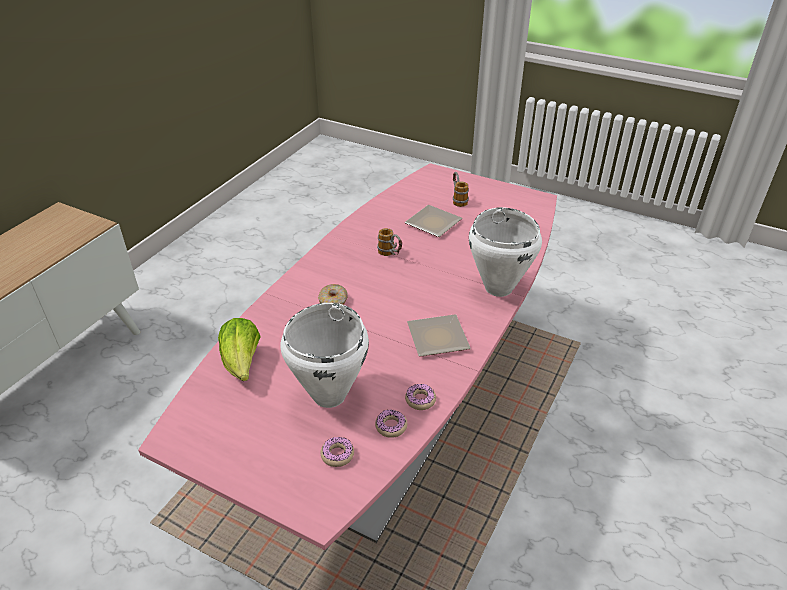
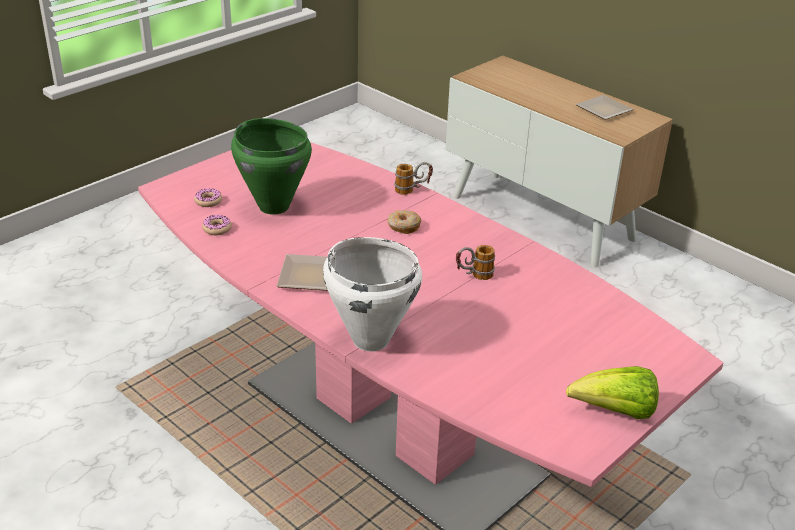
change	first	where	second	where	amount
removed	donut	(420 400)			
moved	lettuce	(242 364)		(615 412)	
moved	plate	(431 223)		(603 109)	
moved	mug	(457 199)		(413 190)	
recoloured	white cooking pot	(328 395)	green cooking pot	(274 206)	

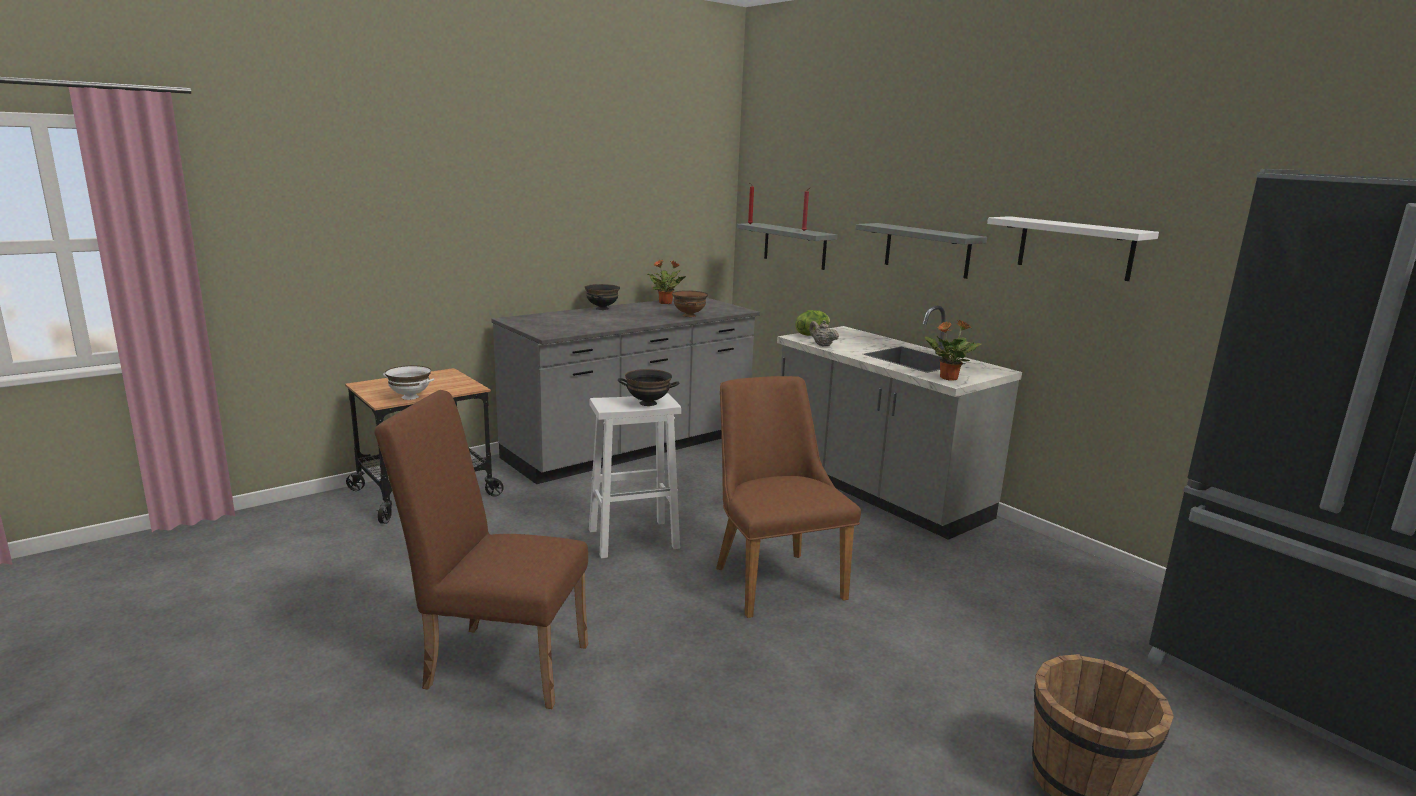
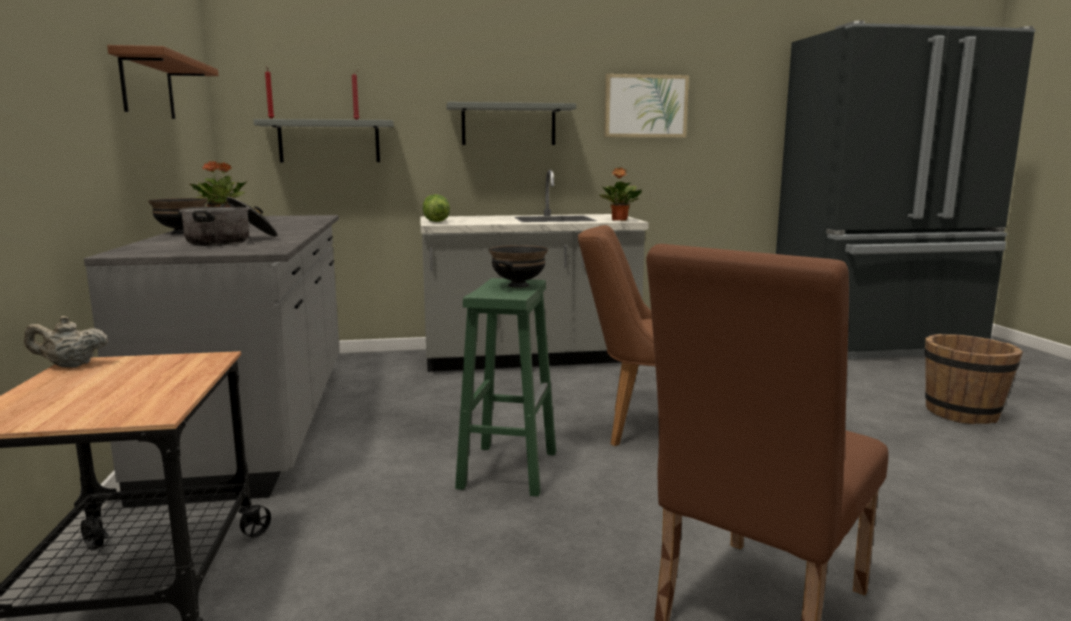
change	first	where	second	where	amount
removed	white bowl	(410 397)			
removed	brown bowl	(689 315)			
added			brown shelf	(147 87)	
added			cooking pot	(231 241)	
moved	beige teapot	(822 345)		(70 366)	
replaced	white shelf	(1075 248)	picture	(645 106)	
recoloured	white stool	(635 538)	green stool	(508 468)	

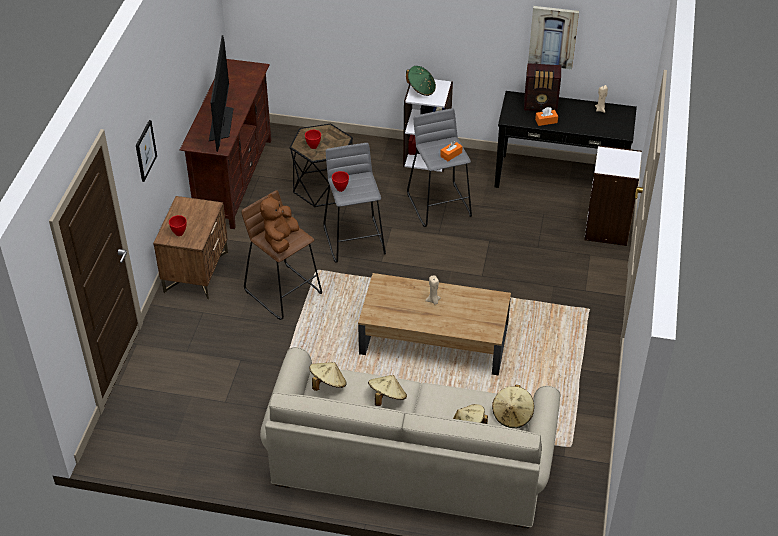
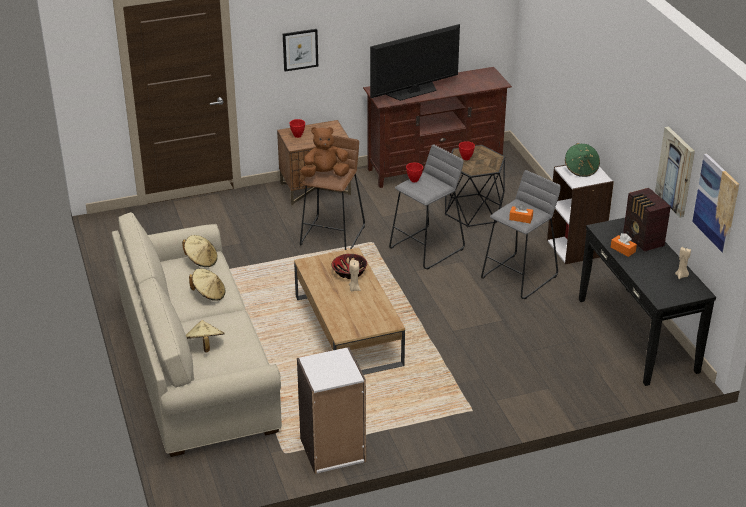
change	first	where	second	where	amount
removed	beige hat	(512 415)			
added			bowl	(349 273)	
added			picture	(716 203)	
moved	white bookcase	(608 228)		(333 451)	

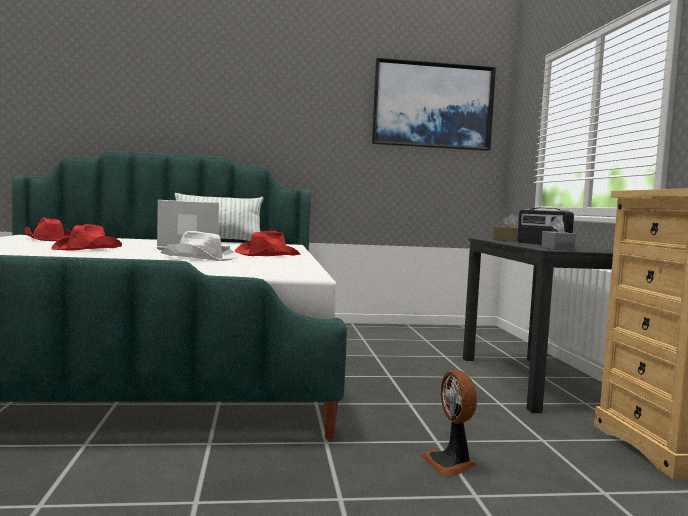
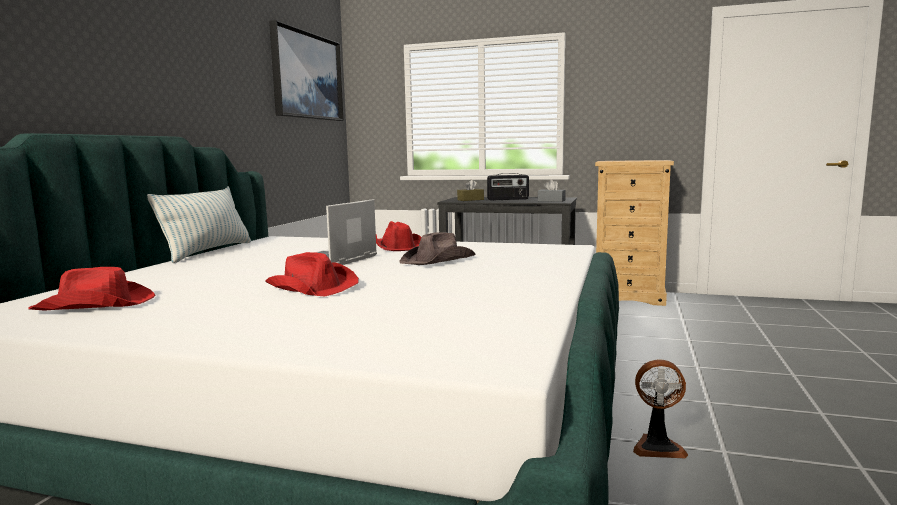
change	first	where	second	where	amount
moved	fan	(451 463)		(657 447)	
recoloured	white hat	(200 258)	brown hat	(439 260)	

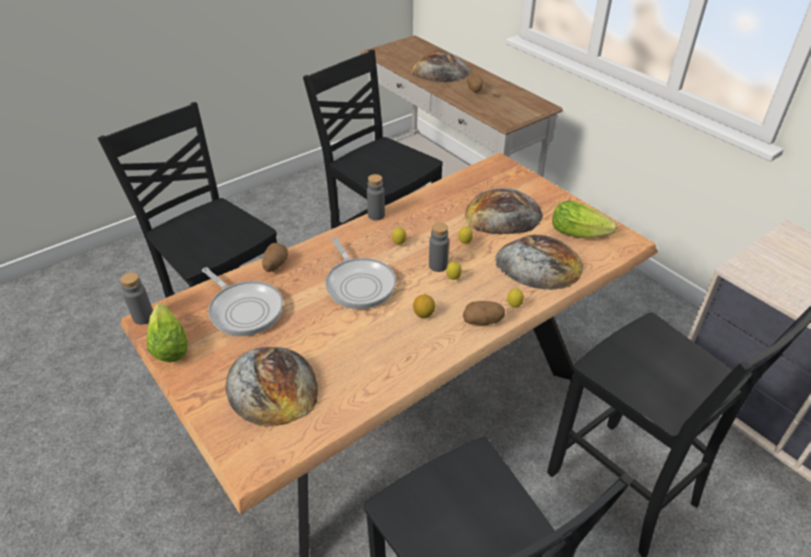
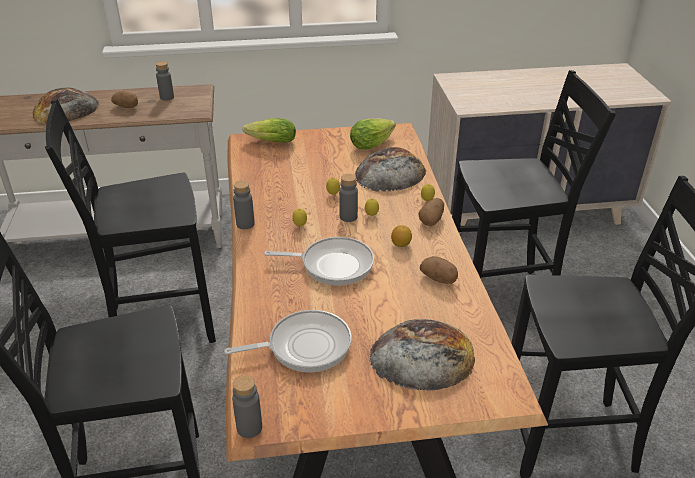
change	first	where	second	where	amount
removed	bread	(503 214)			
added			grey bottle	(167 97)	
moved	lettuce	(169 342)		(269 142)	
moved	potato	(275 265)		(439 279)	

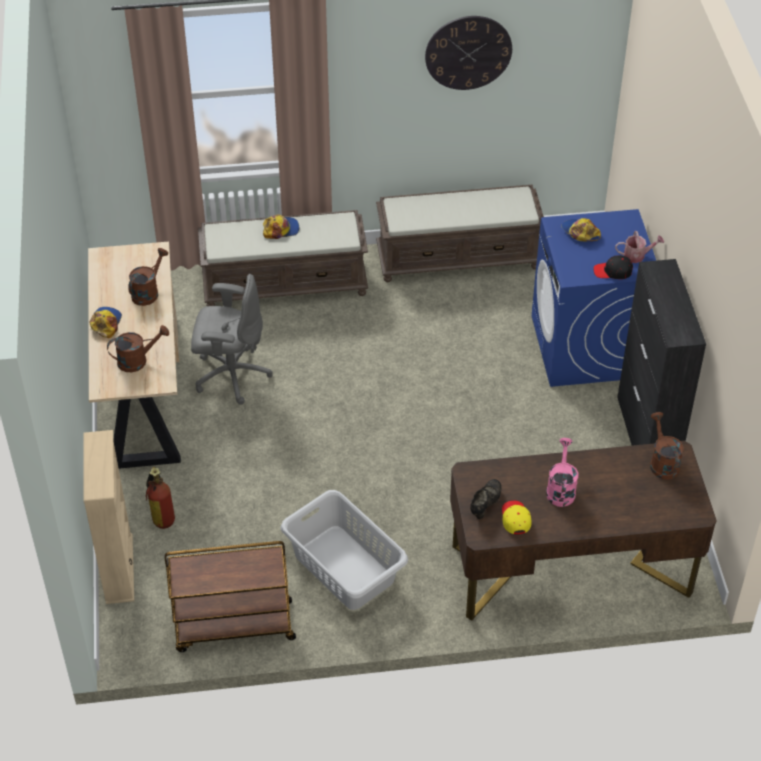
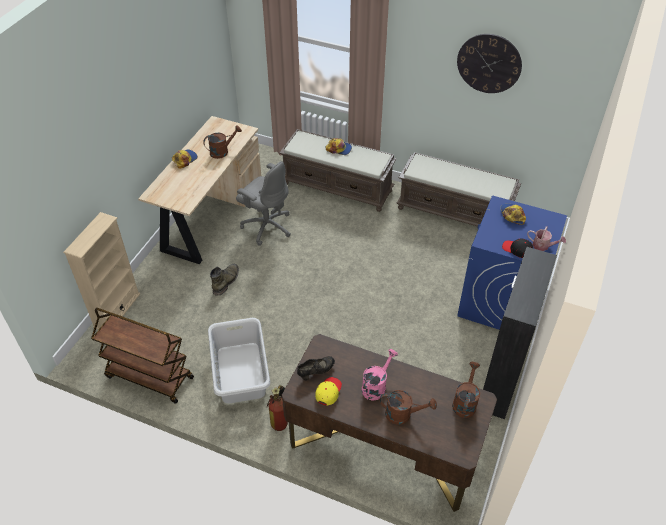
change	first	where	second	where	amount
added			green boot	(226 281)	
moved	brown watering can	(138 360)		(403 414)	
moved	fire extinguisher	(161 514)		(281 418)	

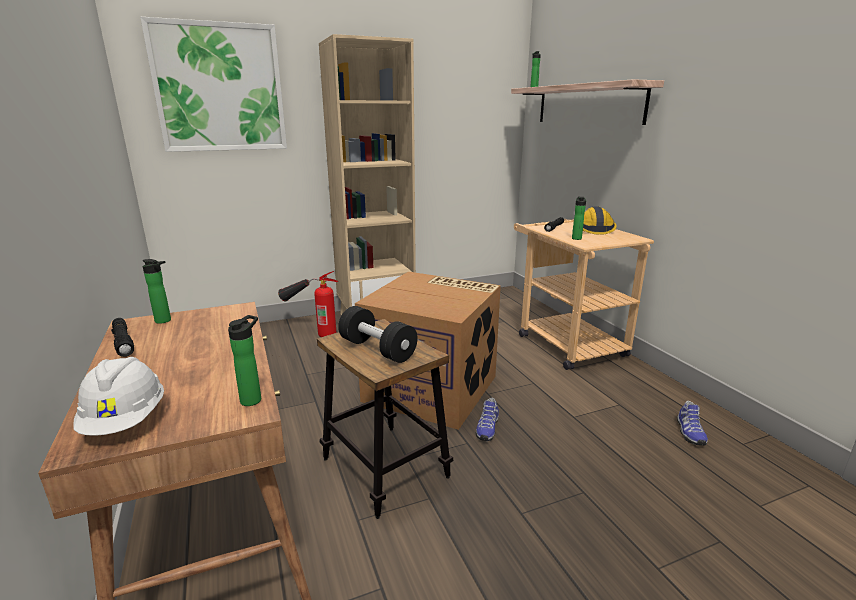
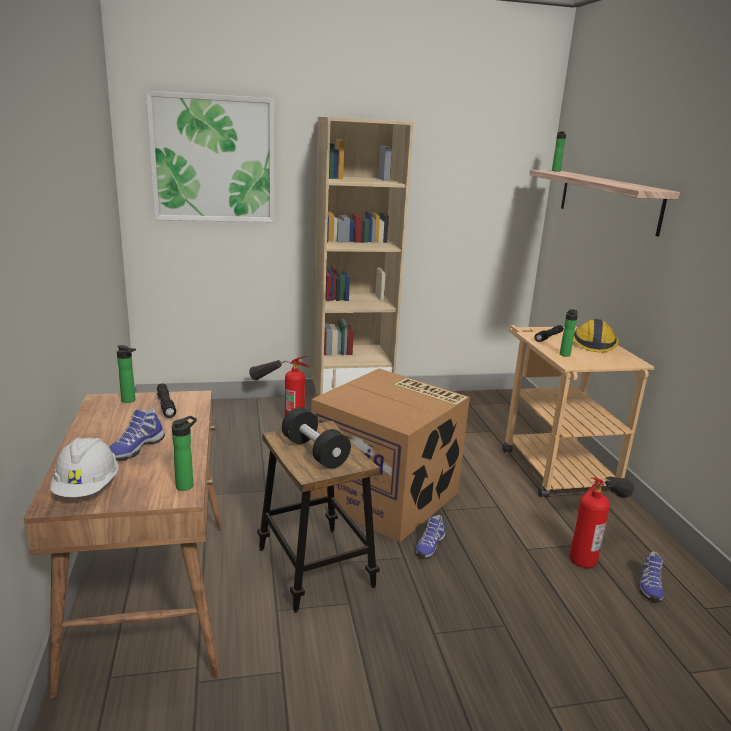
change	first	where	second	where	amount
added			shoe	(135 448)	
added			fire extinguisher	(594 549)	
moved	black flashlight	(123 342)		(166 405)	

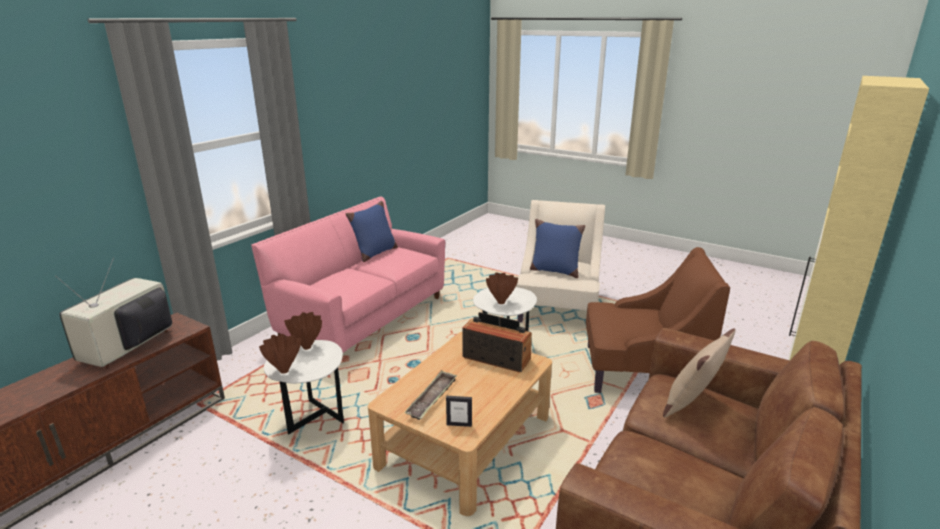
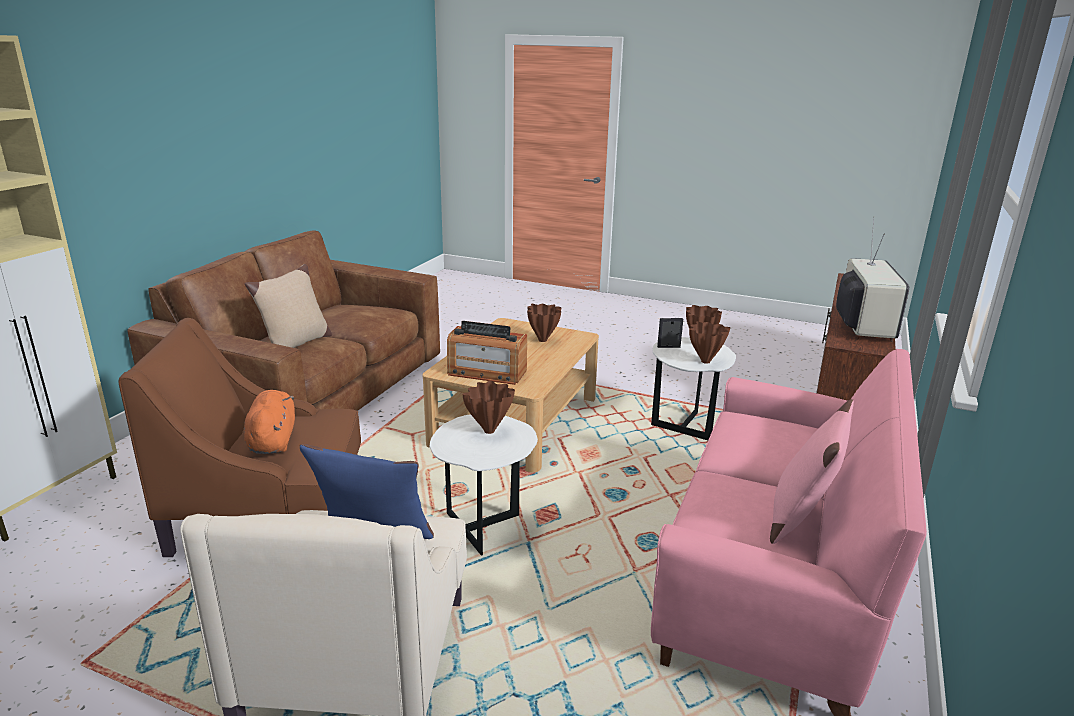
change	first	where	second	where	amount
added			orange plush toy	(273 440)	
moved	picture frame	(459 424)		(668 347)	
replaced	tray	(432 398)	brown vase	(543 340)	
recoloured	blue pillow	(374 253)	pink pillow	(801 517)	

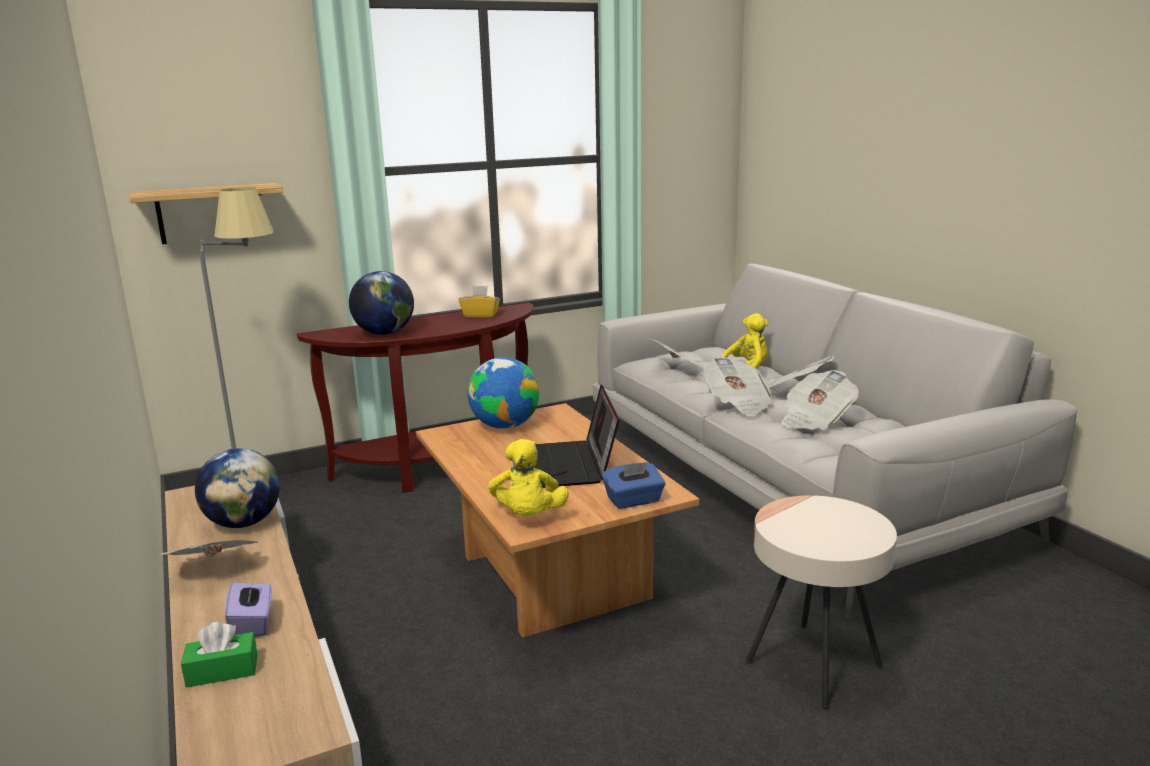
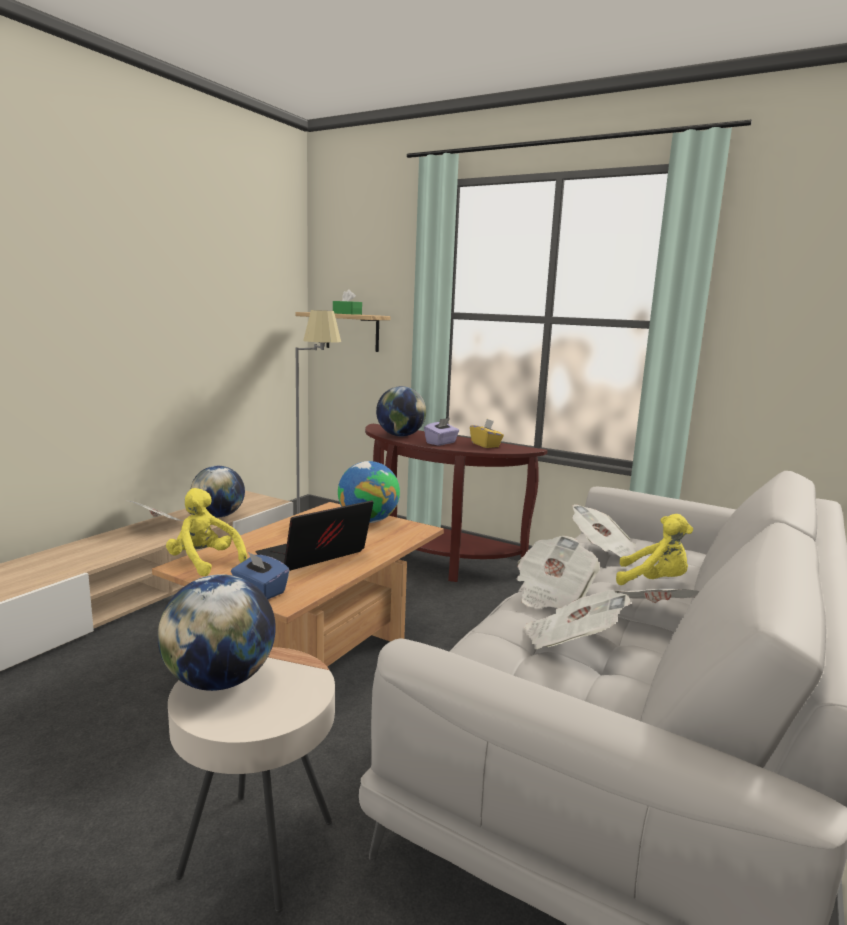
change	first	where	second	where	amount
added			globe	(220 680)	
moved	green tissue box	(222 671)		(347 314)	
moved	purple tissue box	(253 624)		(441 443)	
turned	yellow plush toy	(528 516)		(204 562)	75 degrees clockwise

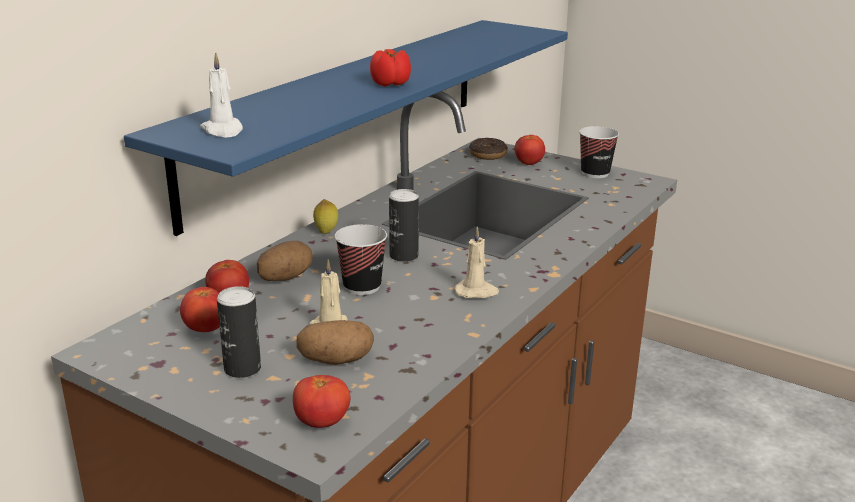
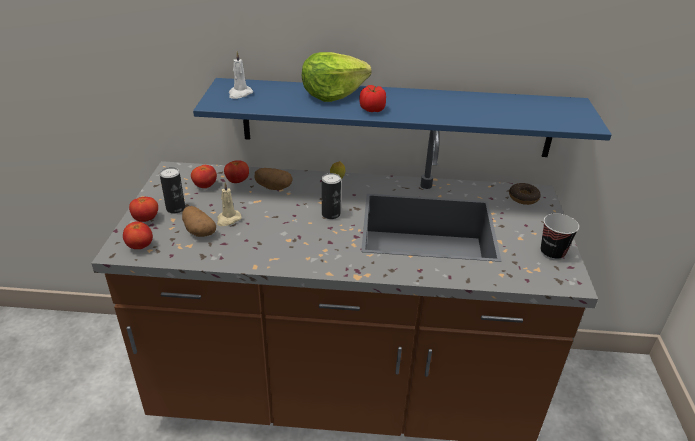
change	first	where	second	where	amount
removed	cup	(362 286)			
removed	beige candle	(476 292)			
added			lettuce	(333 94)	
moved	tomato	(528 163)		(146 219)	

